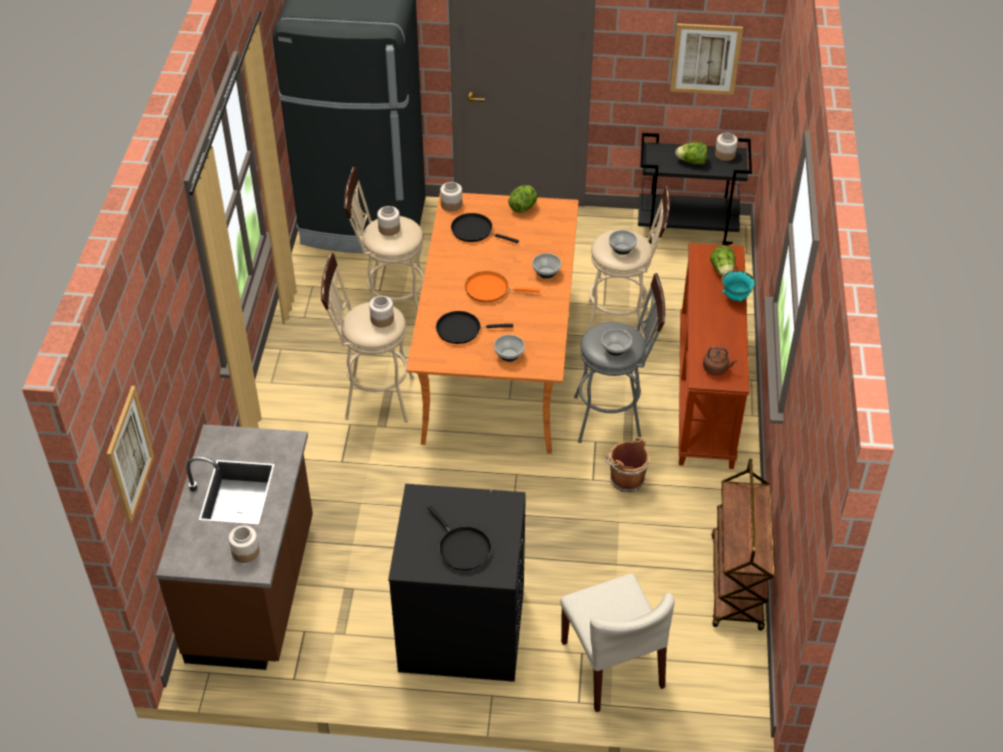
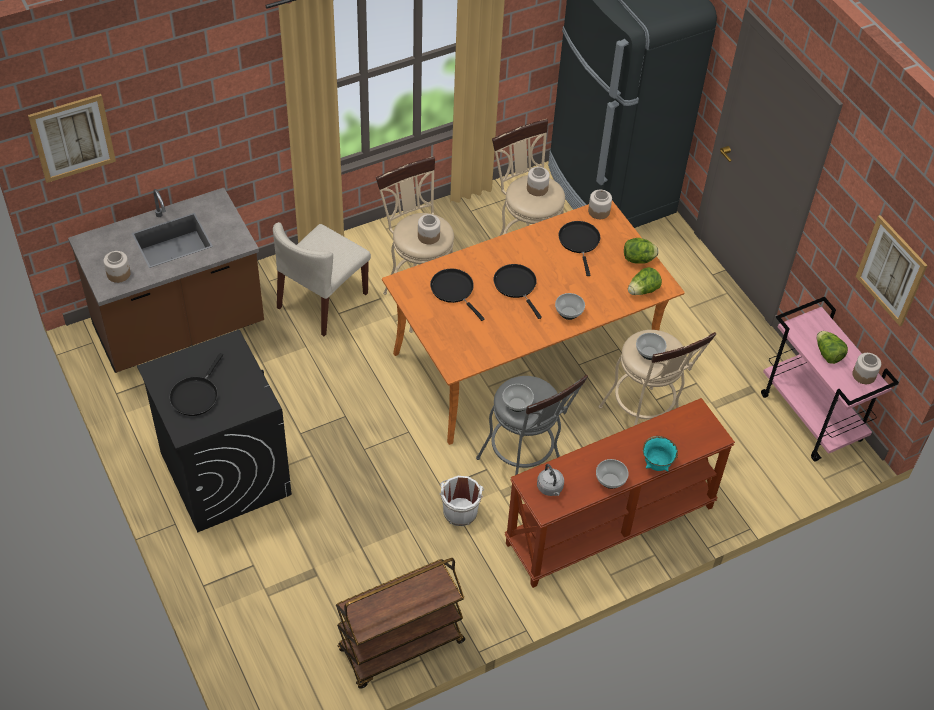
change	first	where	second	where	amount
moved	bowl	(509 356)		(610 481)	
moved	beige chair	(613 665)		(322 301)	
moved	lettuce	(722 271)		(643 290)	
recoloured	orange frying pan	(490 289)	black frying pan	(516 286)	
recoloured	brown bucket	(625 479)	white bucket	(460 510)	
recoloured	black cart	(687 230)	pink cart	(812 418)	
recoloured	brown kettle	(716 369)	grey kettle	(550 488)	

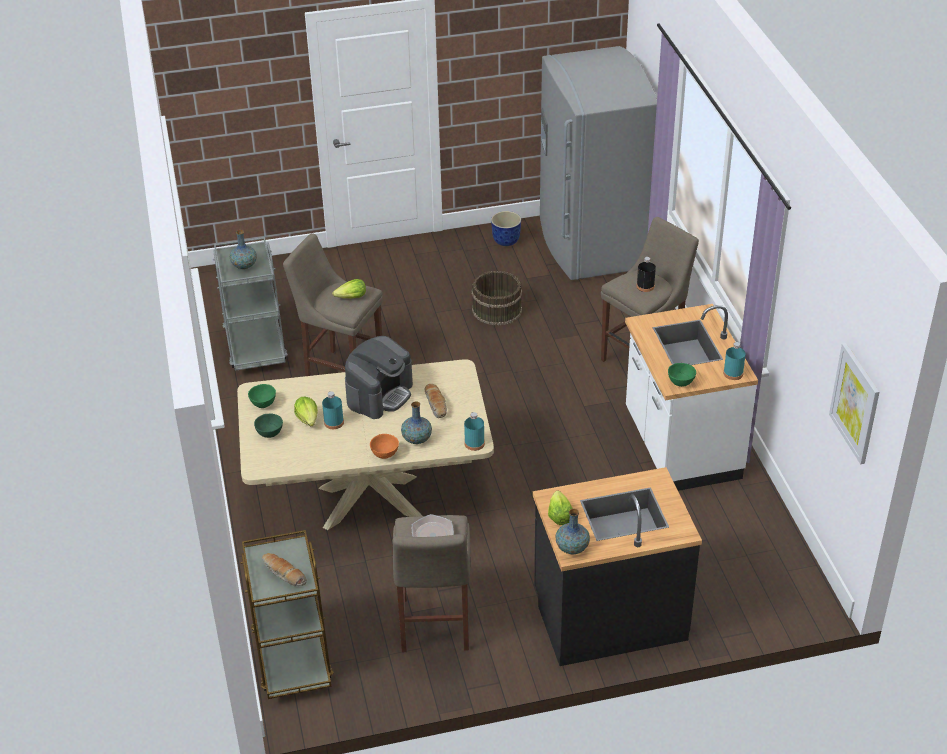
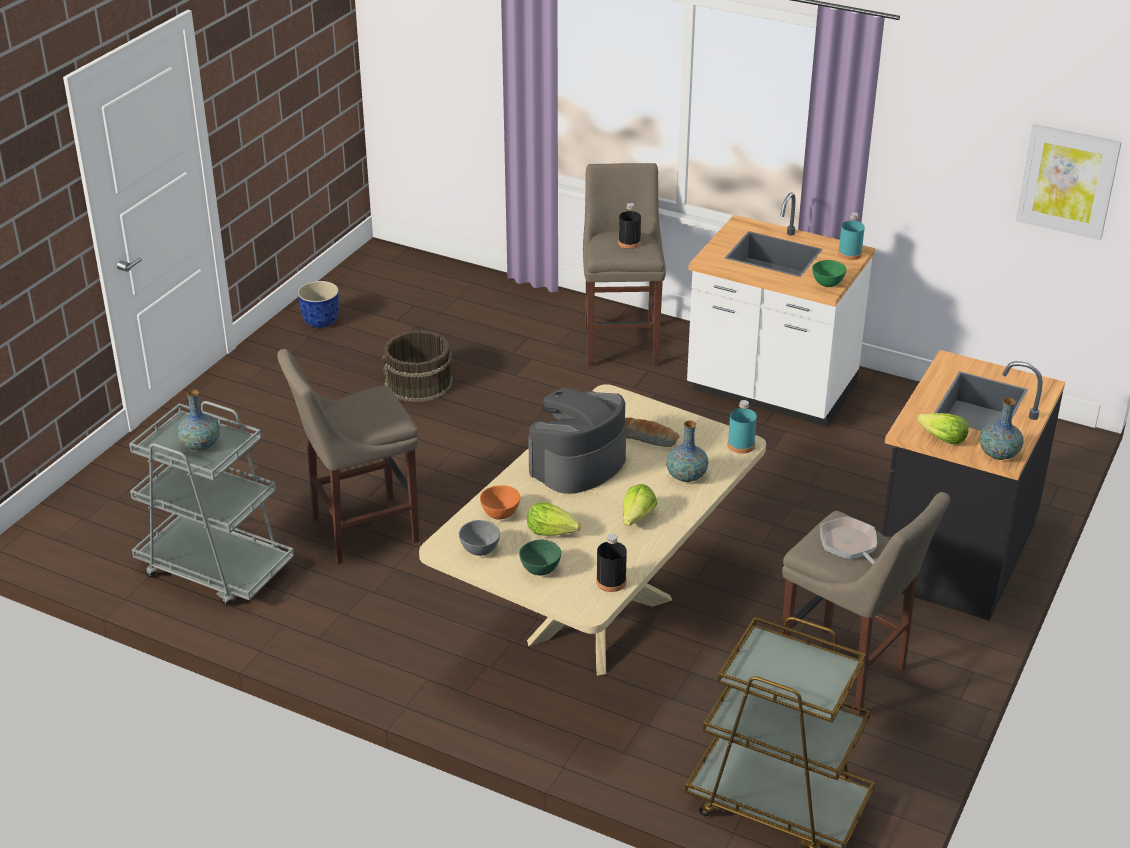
change	first	where	second	where	amount
removed	bread	(283 574)			
removed	turquoise bottle	(334 422)			
removed	grey fridge	(589 244)			
added			black bottle	(611 582)	
moved	lettuce	(351 297)		(637 517)	
moved	orange bowl	(385 454)		(501 514)	
recoloured	green bowl	(263 404)	grey bowl	(479 550)	
turned	coffee machine	(379 394)		(578 464)	120 degrees counterclockwise

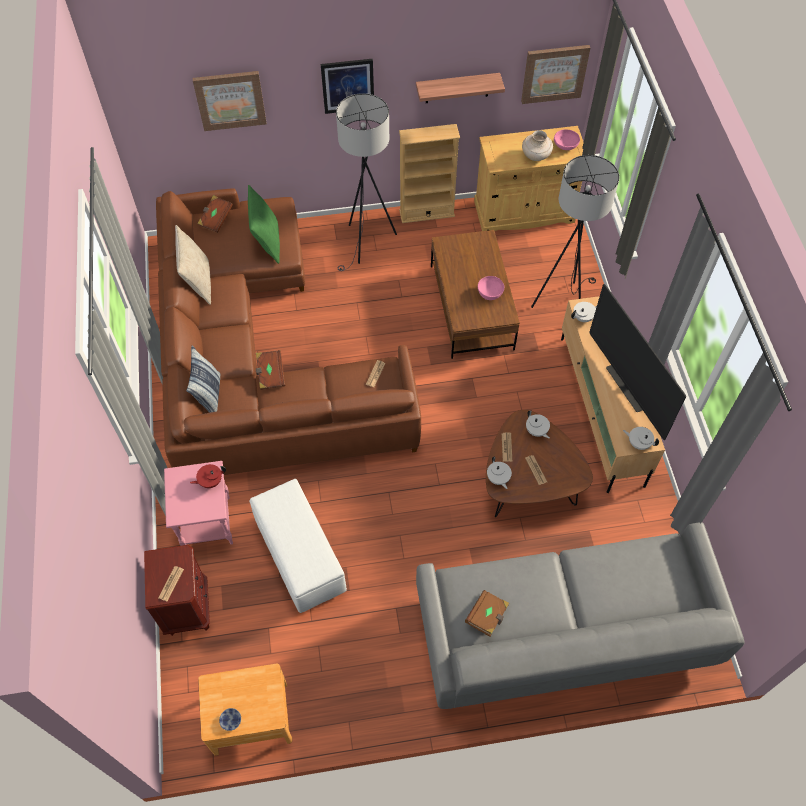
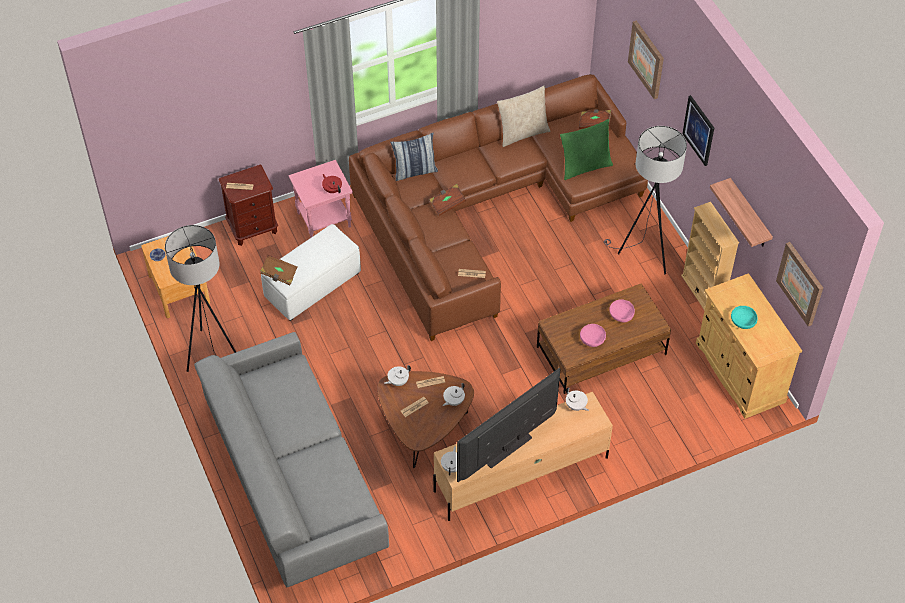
change	first	where	second	where	amount
moved	brown book	(487 616)		(279 274)	
moved	black floor lamp	(563 301)		(214 353)	
moved	pink bowl	(565 146)		(621 315)	
replaced	beige vase	(536 156)	turquoise bowl	(742 322)	

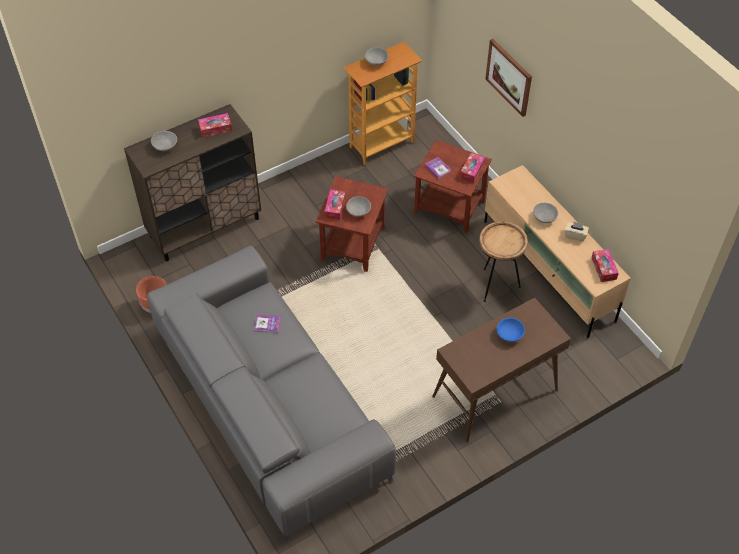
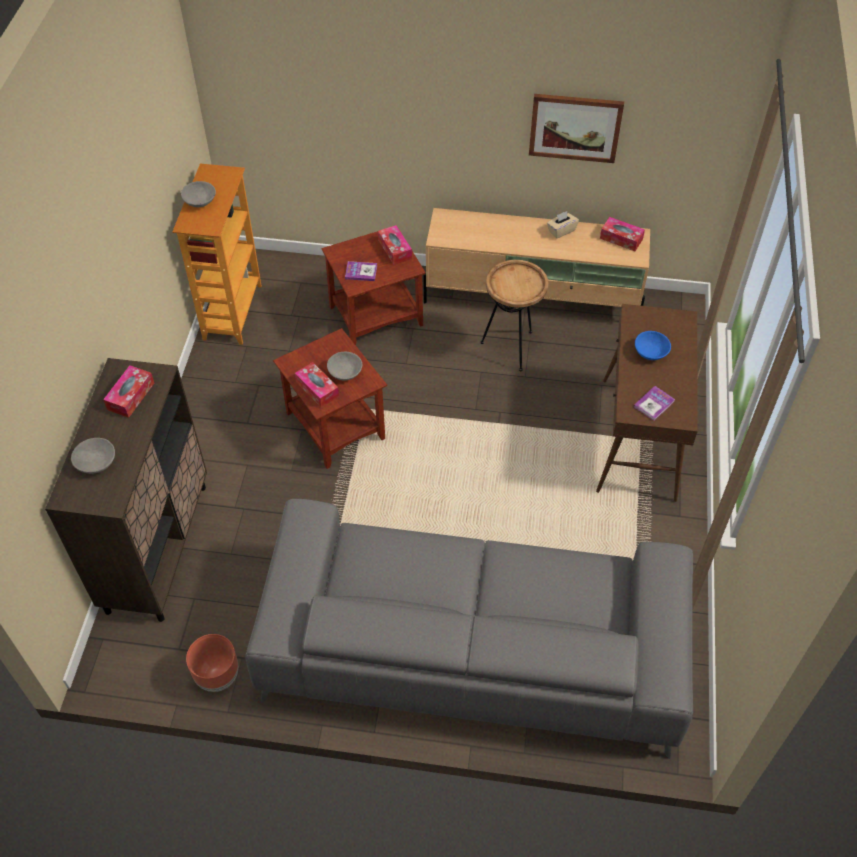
change	first	where	second	where	amount
removed	grey bowl	(544 217)			
moved	book	(267 324)		(654 404)	
moved	picture	(509 77)		(575 127)	

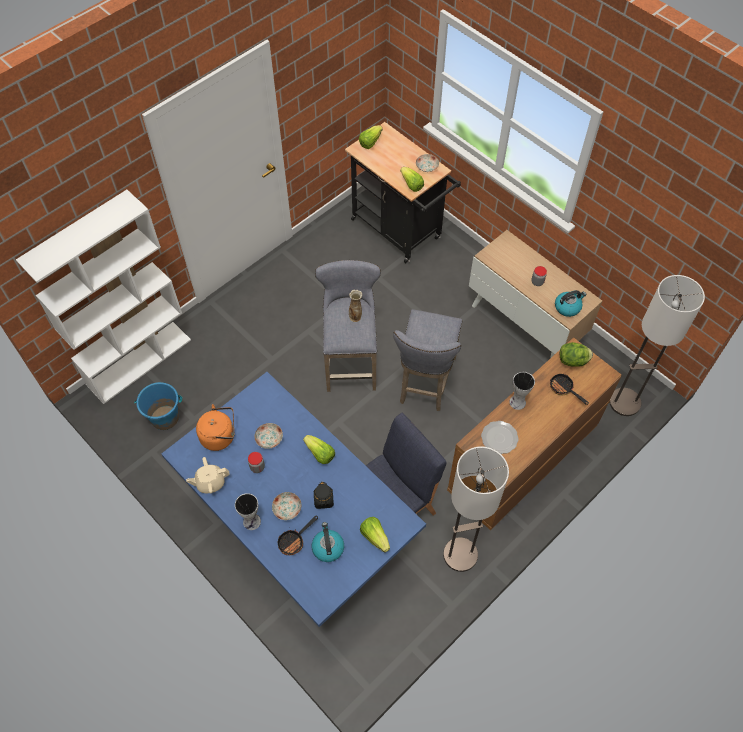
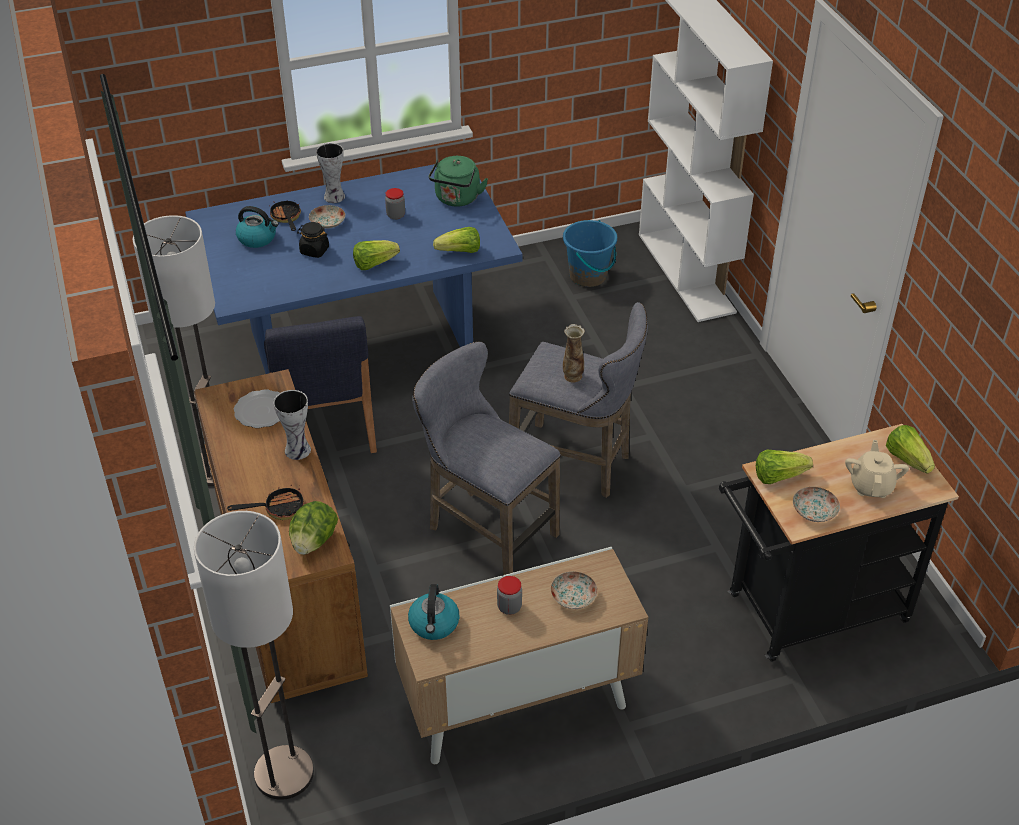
change	first	where	second	where	amount
moved	beige teapot	(210 482)		(871 486)	
moved	plate	(269 438)		(574 597)	
moved	lettuce	(375 536)		(460 252)	
recoloured	orange kettle	(220 436)	green kettle	(457 199)	

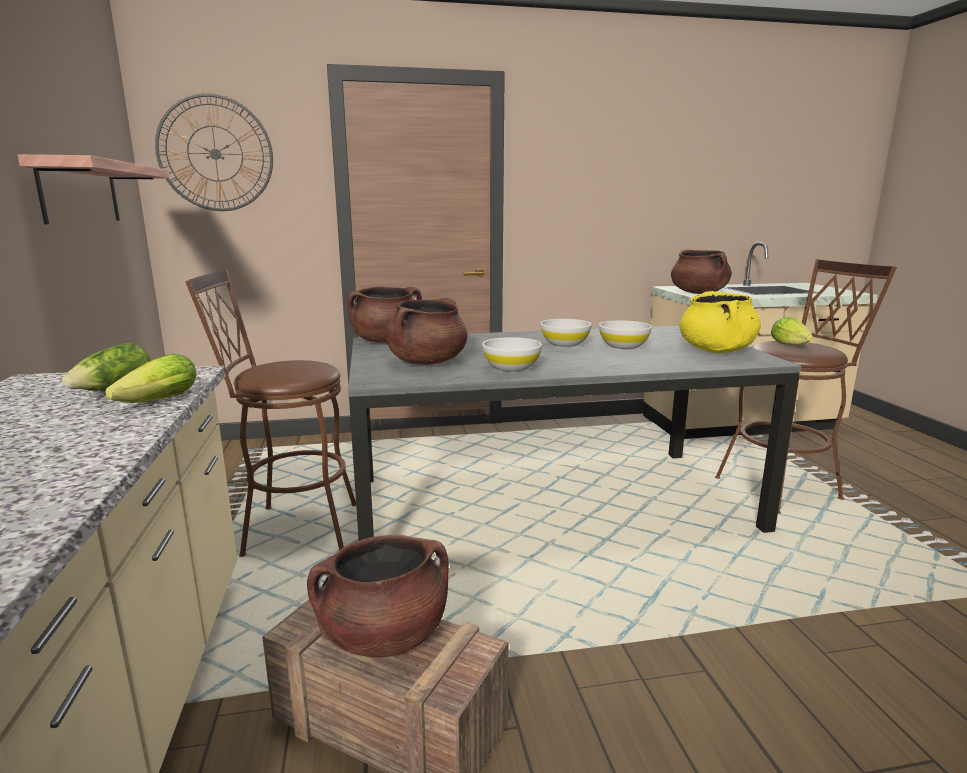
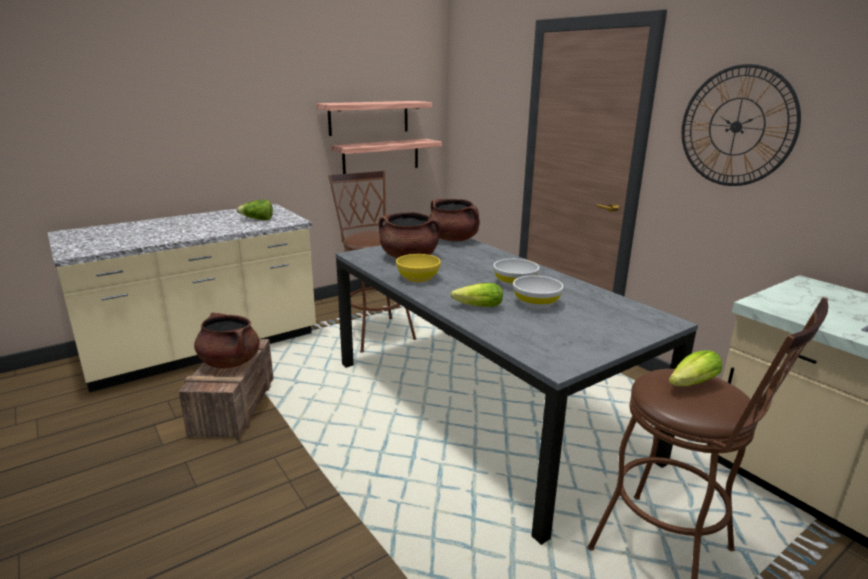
change	first	where	second	where	amount
removed	brown cooking pot	(699 293)			
removed	yellow cooking pot	(716 351)			
added			shelf	(381 156)	
moved	lettuce	(155 402)		(476 306)	
moved	wall clock	(215 153)		(736 126)	
recoloured	white bowl	(511 367)	yellow bowl	(418 278)	

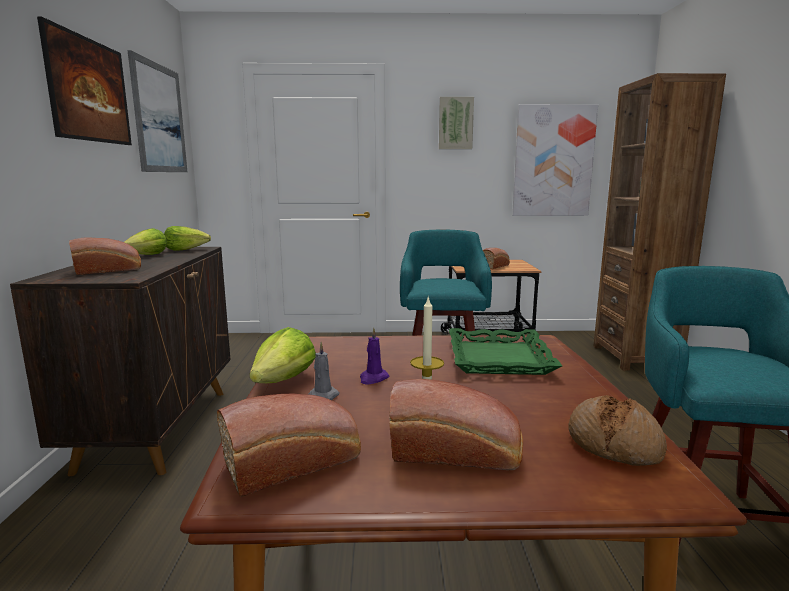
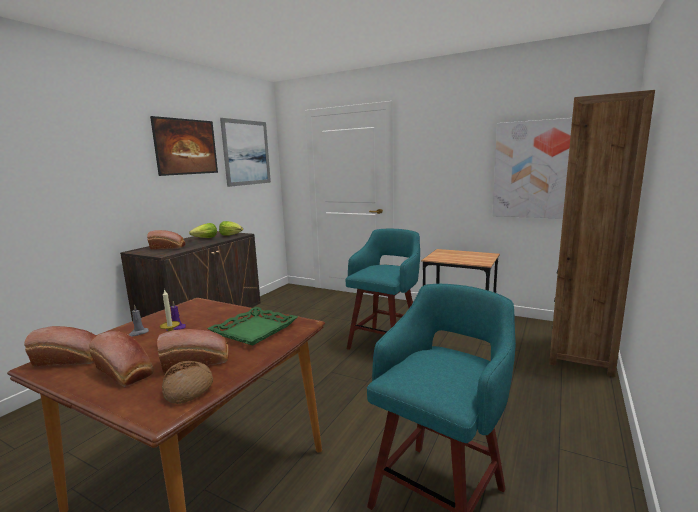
change	first	where	second	where	amount
removed	lettuce	(284 381)			
removed	picture	(455 123)			
moved	bread	(495 266)		(198 361)	

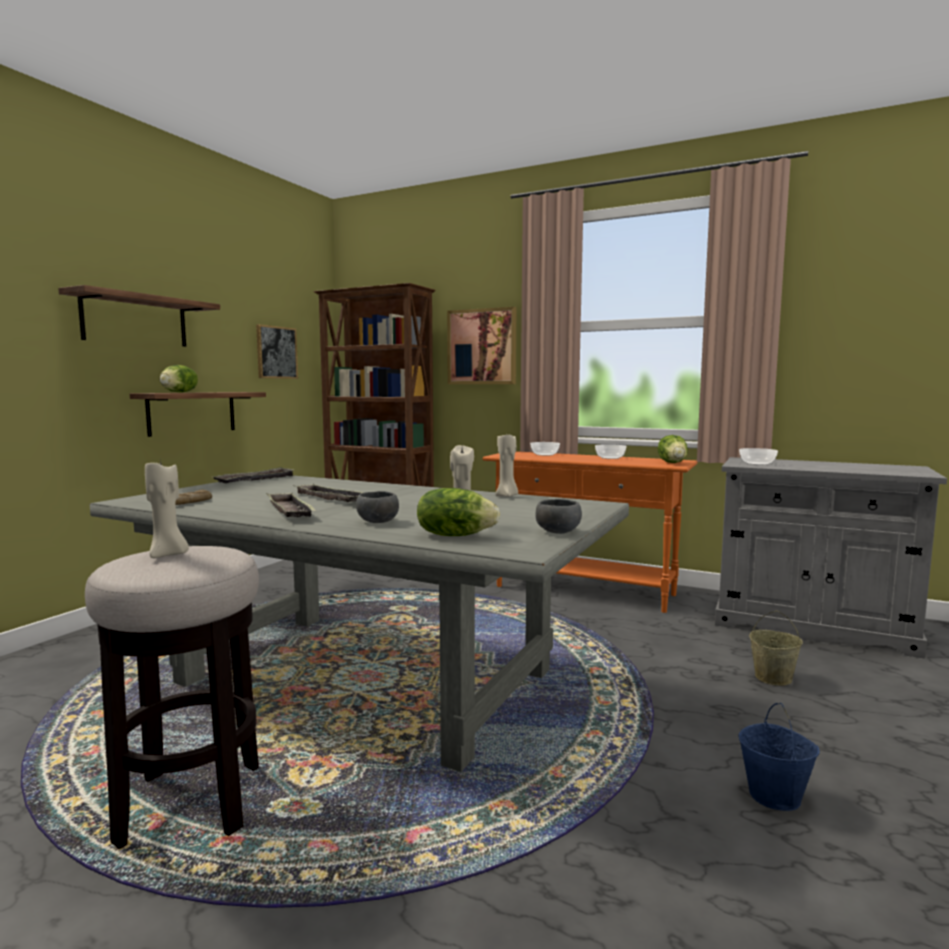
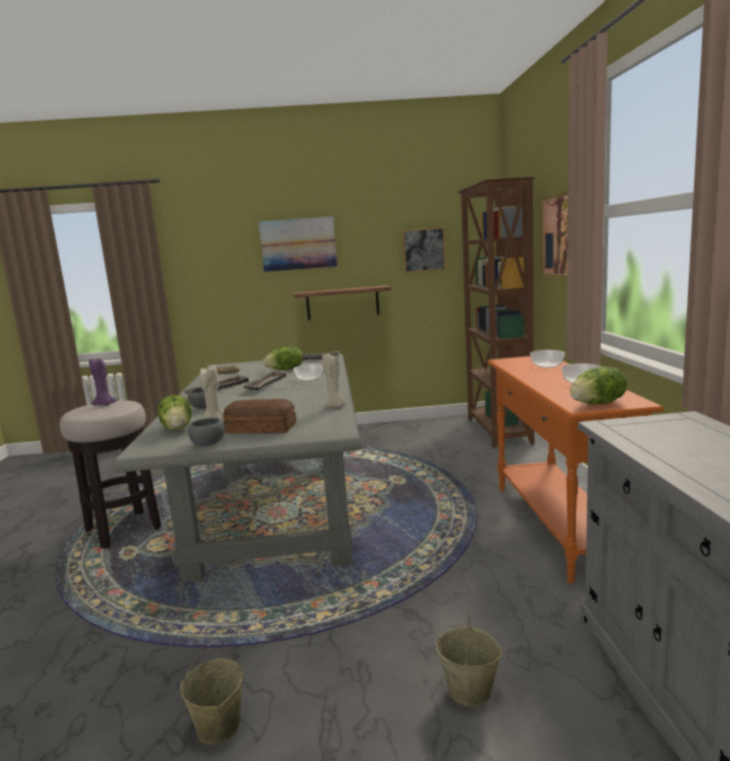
change	first	where	second	where	amount
added			bread	(260 428)	
moved	lettuce	(179 392)		(285 369)	
moved	bowl	(758 463)		(309 378)	
replaced	shelf	(135 320)	picture	(298 244)	
recoloured	beige candle	(168 555)	purple candle	(104 405)	
recoloured	blue bucket	(775 796)	beige bucket	(218 727)	

